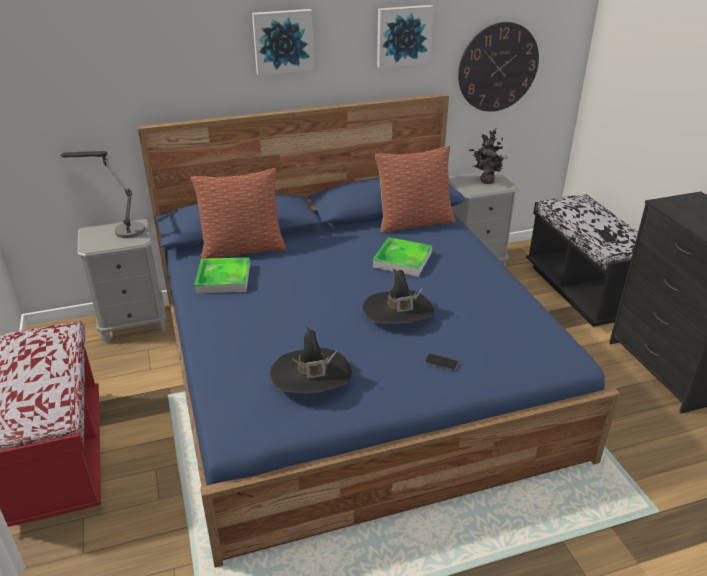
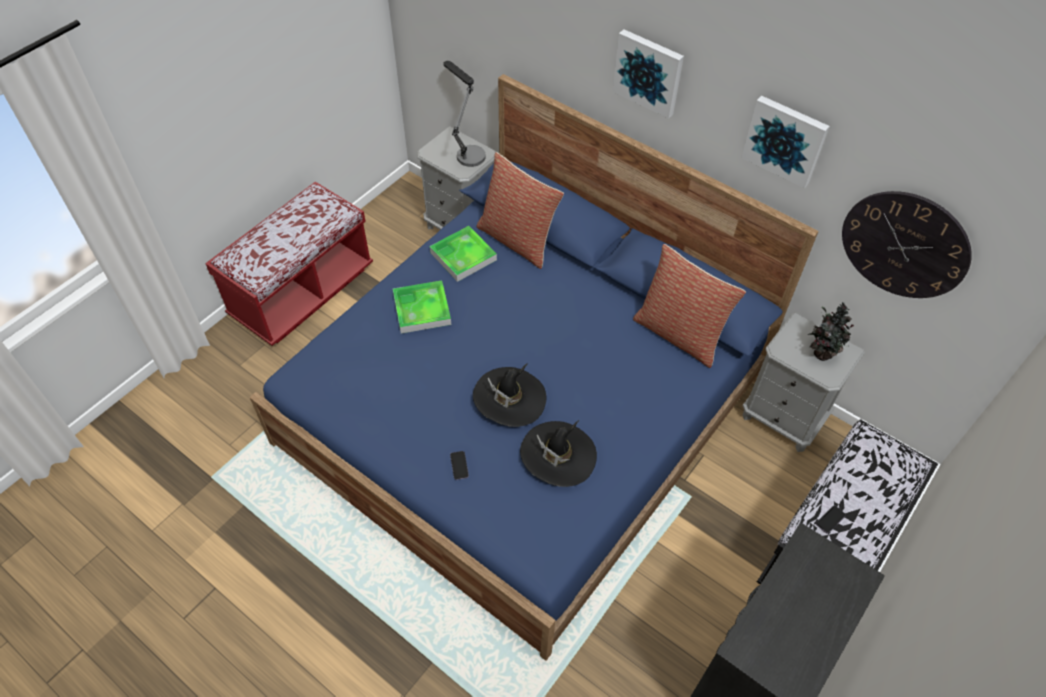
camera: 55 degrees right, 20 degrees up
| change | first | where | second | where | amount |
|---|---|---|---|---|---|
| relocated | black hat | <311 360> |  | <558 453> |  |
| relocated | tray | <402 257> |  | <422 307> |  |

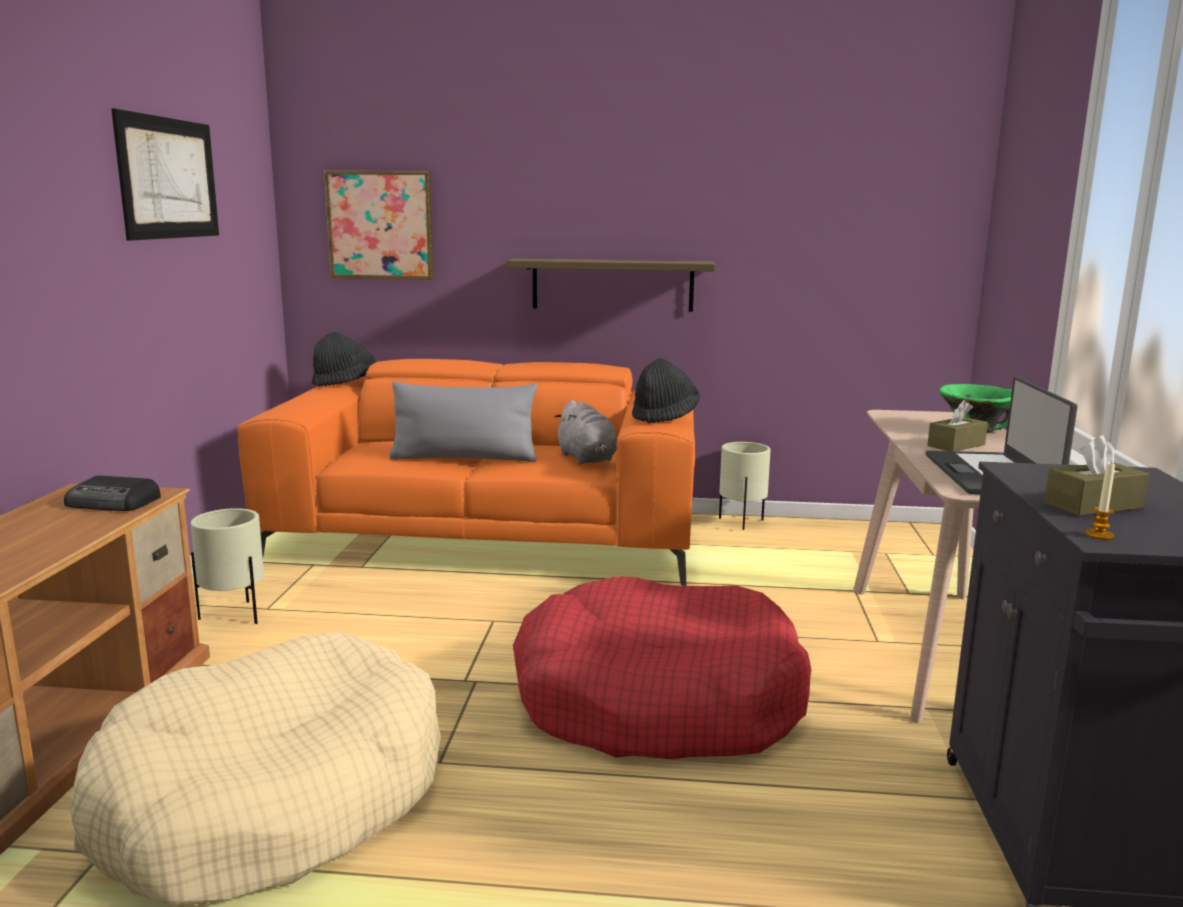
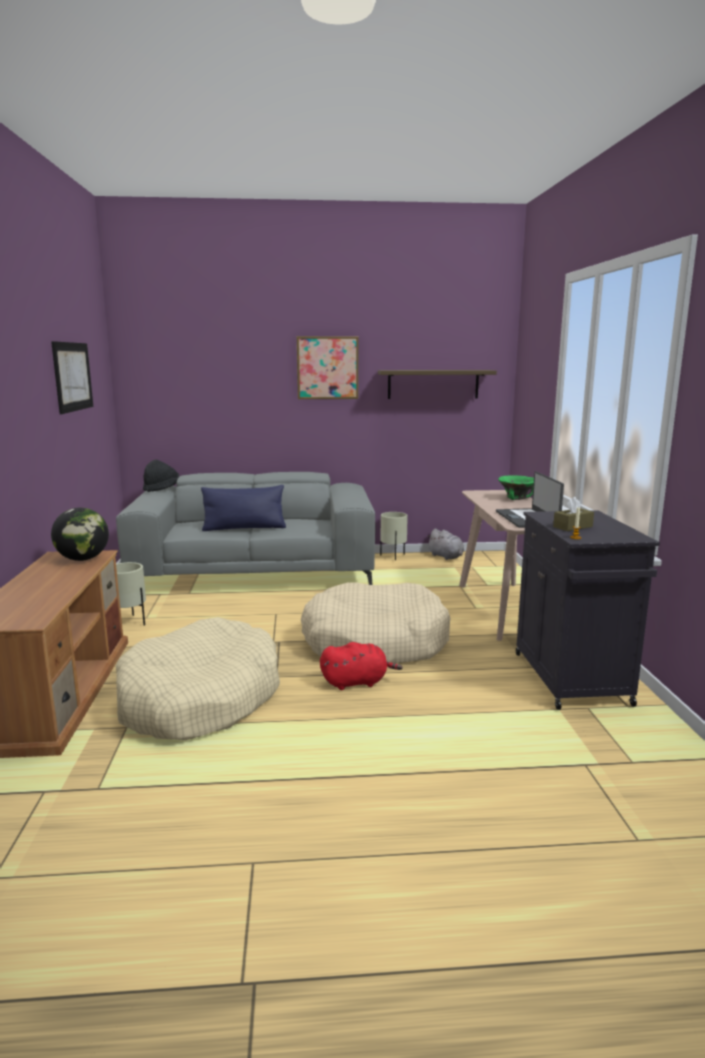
camera: 10 degrees left, 0 degrees up
| change | first | where | second | where | amount |
|---|---|---|---|---|---|
| exchanged | radio | <112 493> | globe | <80 534> |  |
| colour | orange sofa | <466 472> | grey sofa | <246 528> |  |
| relocated | picture | <379 225> |  | <327 367> |  |
| colour | grey pillow | <463 422> | blue pillow | <243 508> |  |
| relocated | shelf | <610 285> |  | <437 384> |  |
| colour | red dog bed | <662 667> | beige dog bed | <376 623> |  |
| relocated | grey plush toy | <586 432> |  | <445 544> |  |
| missing | black hat | <666 390> |  |  |  |
| missing | brown tissue box | <958 425> |  |  |  |
| appeared |  |  | red plush toy | <361 666> |  |

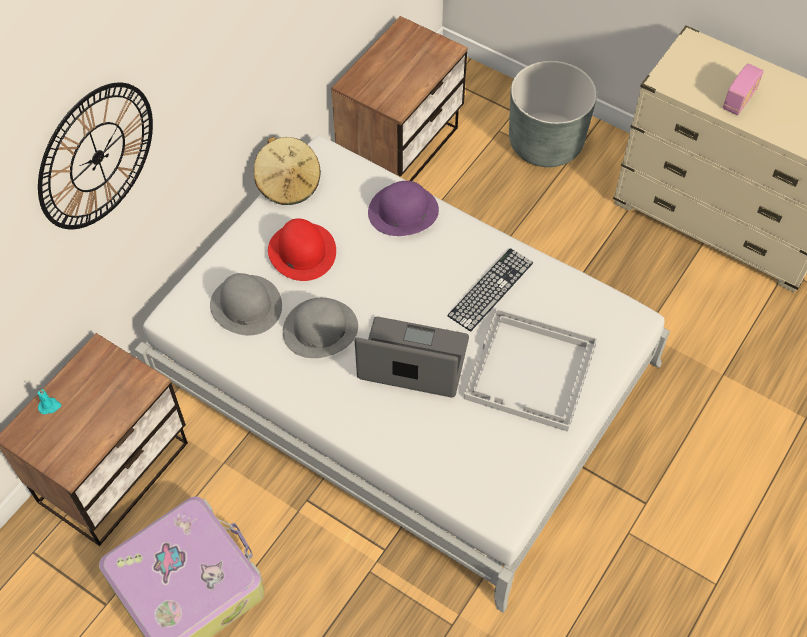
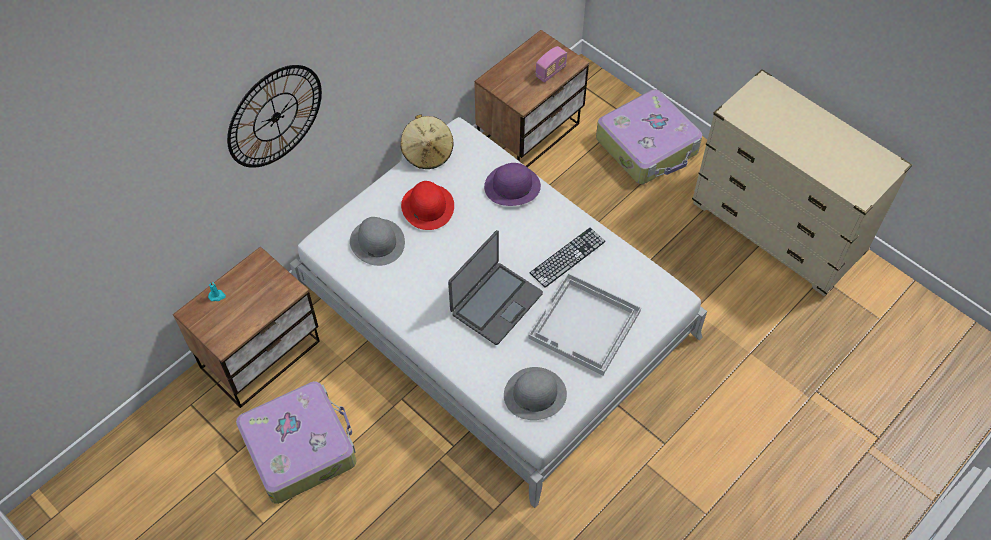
camera: 10 degrees right, 0 degrees up
| change | first | where | second | where | amount |
|---|---|---|---|---|---|
| relocated | grey hat | <320 328> |  | <535 393> |  |
| spun | laptop | <412 357> |  | <495 287> | 105 degrees clockwise |
| exchanged | grey planter | <553 114> | suitcase | <649 136> |  |
| relocated | radio | <743 89> |  | <551 64> |  |

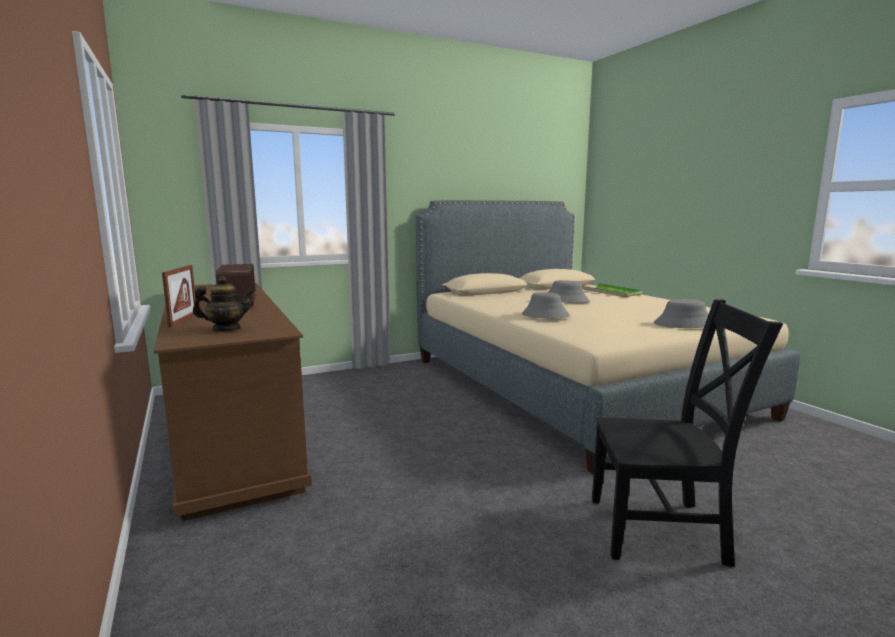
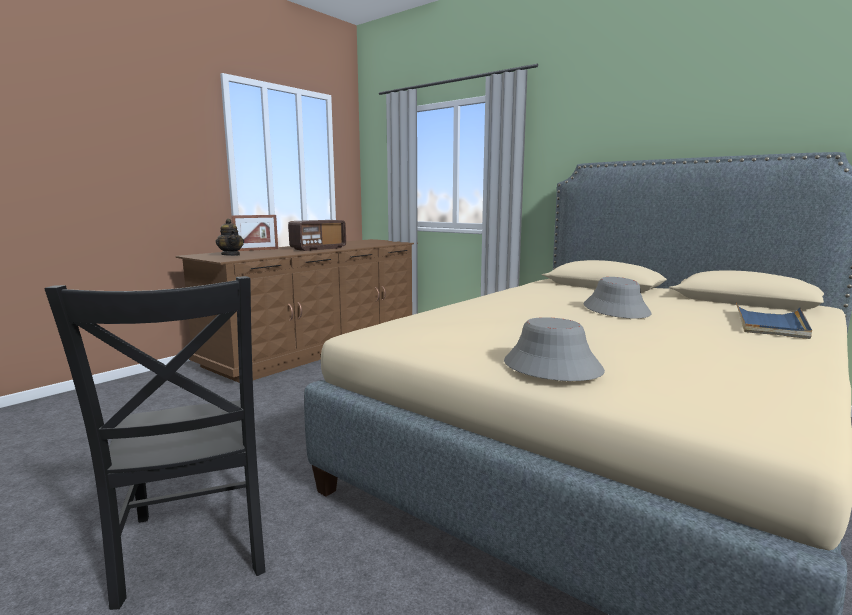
camera: 65 degrees right, 0 degrees up
| change | first | where | second | where | amount |
|---|---|---|---|---|---|
| missing | grey hat | <546 305> |  |  |  |
| colour | green tray | <612 290> | blue tray | <774 320> |  |

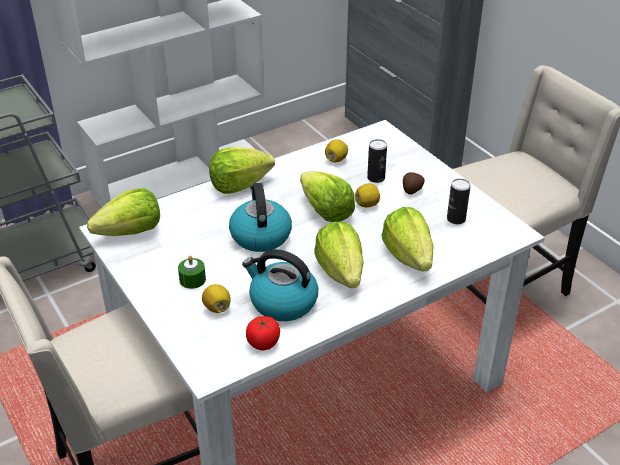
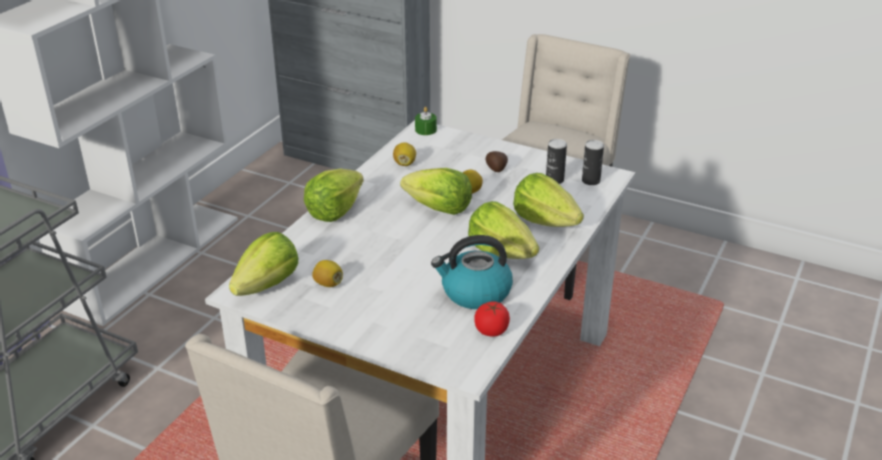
camera: 30 degrees left, 5 degrees down
| change | first | where | second | where | amount |
|---|---|---|---|---|---|
| relocated | green candle | <192 272> |  | <426 121> |  |
| relocated | lemon | <216 298> |  | <327 273> |  |
| missing | kettle | <260 217> |  |  |  |
| relocated | can | <377 161> |  | <593 162> |  |

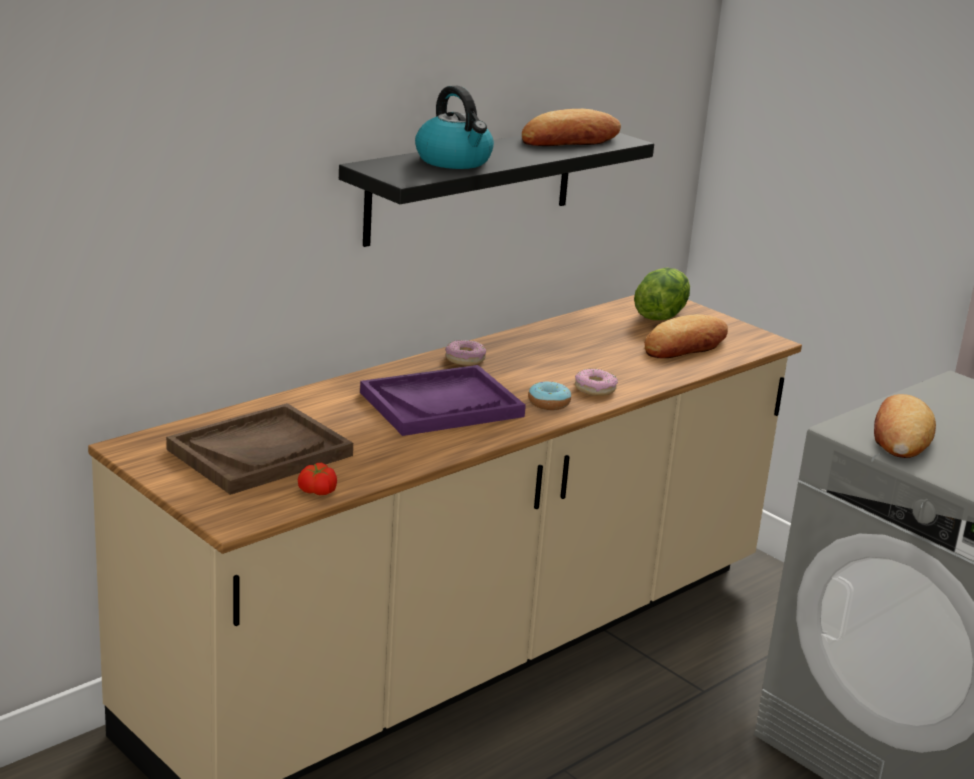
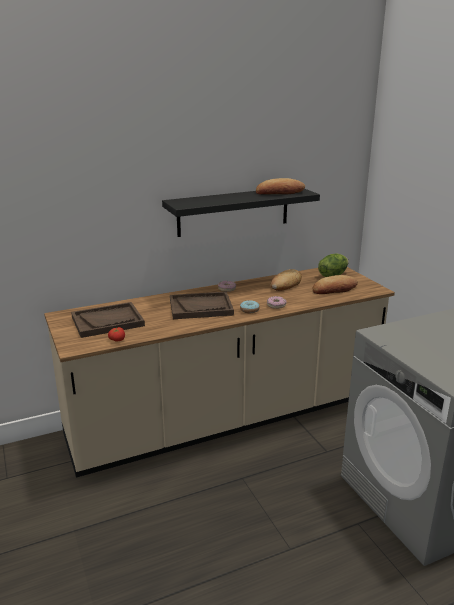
camera: 20 degrees right, 0 degrees up
| change | first | where | second | where | amount |
|---|---|---|---|---|---|
| colour | purple tray | <443 400> | brown tray | <202 305> |  |
| missing | kettle | <454 127> |  |  |  |
| relocated | bread | <905 426> |  | <286 280> |  |

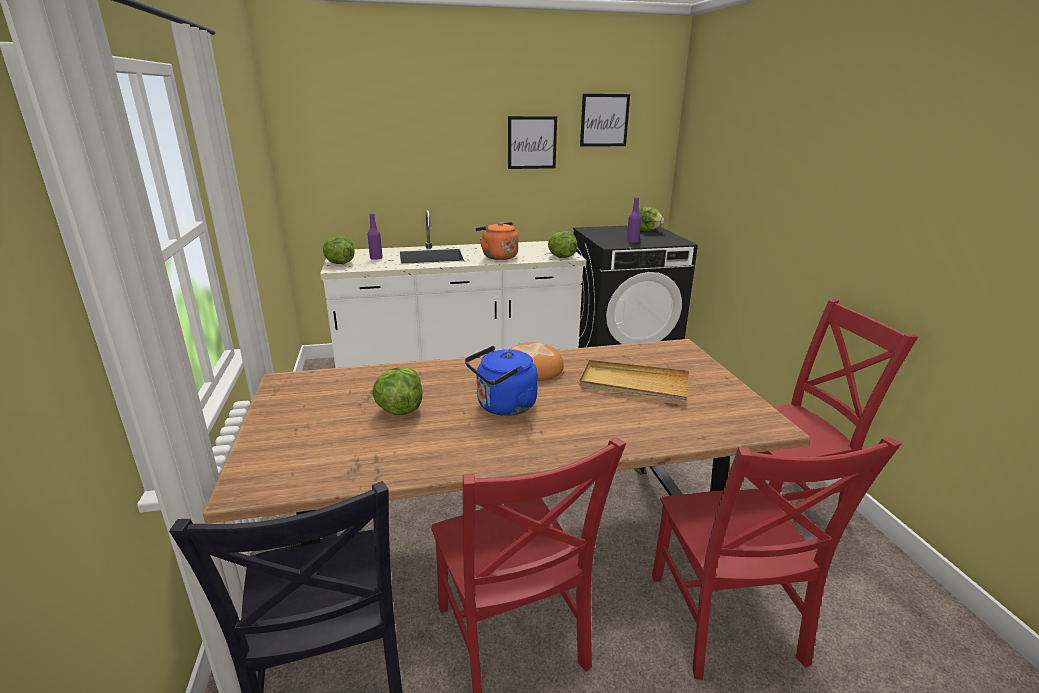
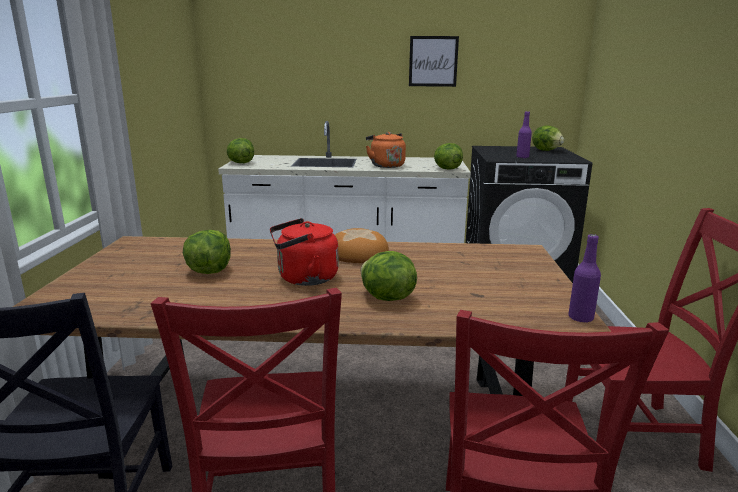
camera: 15 degrees right, 5 degrees down
| change | first | where | second | where | amount |
|---|---|---|---|---|---|
| relocated | purple bottle | <375 236> |  | <584 278> |  |
| colour | blue kettle | <501 381> | red kettle | <304 252> |  |
| missing | beige tray | <634 380> |  |  |  |
| missing | picture | <605 120> |  |  |  |
| appeared |  |  | lettuce | <389 276> |  |

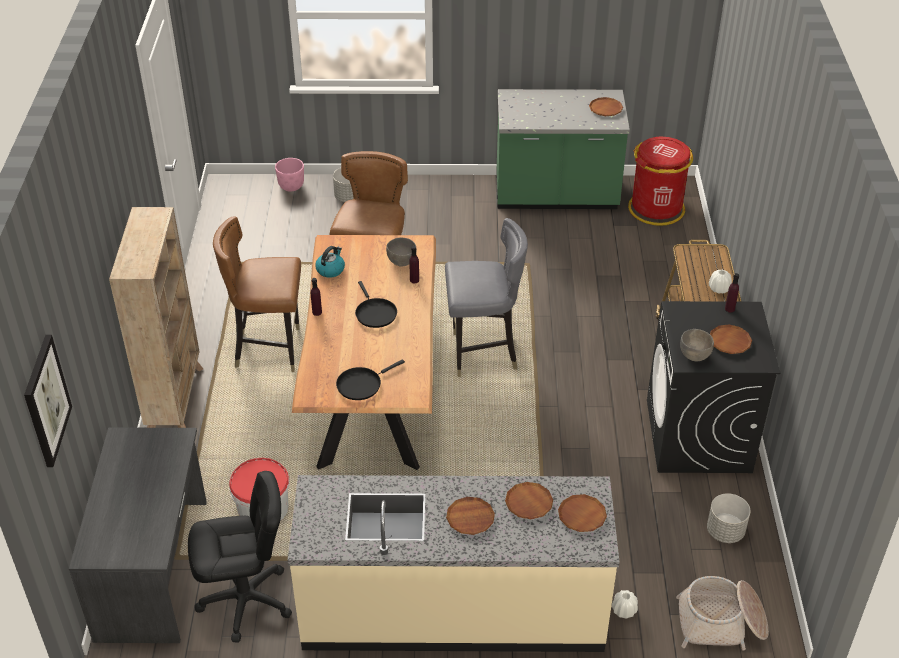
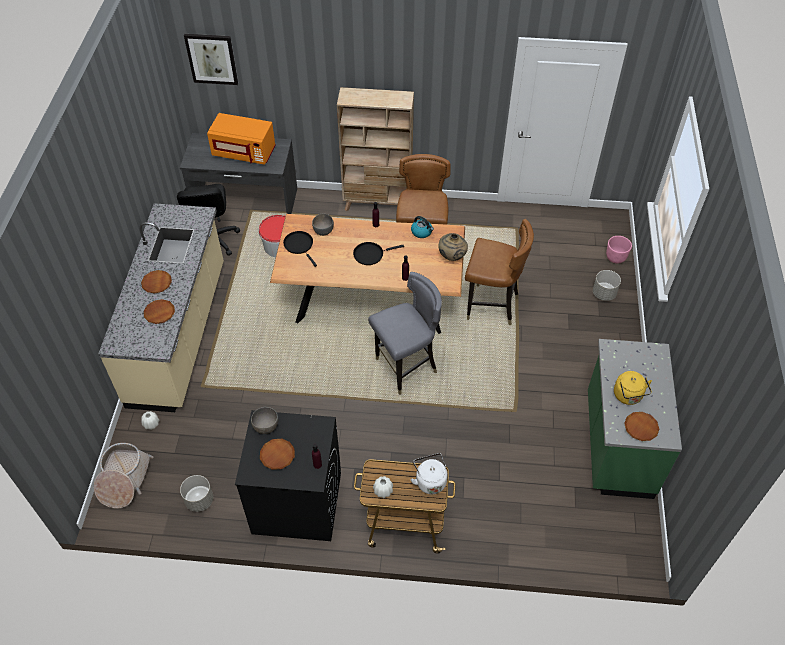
camera: 95 degrees right, 10 degrees up
| change | first | where | second | where | amount |
|---|---|---|---|---|---|
| relocated | grey bowl | <401 252> |  | <323 225> |  |
| spun | grey chair | <486 297> |  | <405 333> | 120 degrees counterclockwise |
| missing | brown plate | <582 513> |  |  |  |
| missing | red trash can | <660 181> |  |  |  |
| appeared |  |  | orange microwave | <241 139> |  |
| appeared |  |  | white kettle | <429 473> |  |
| appeared |  |  | beige vase | <453 247> |  |
| appeared |  |  | yellow kettle | <633 388> |  |

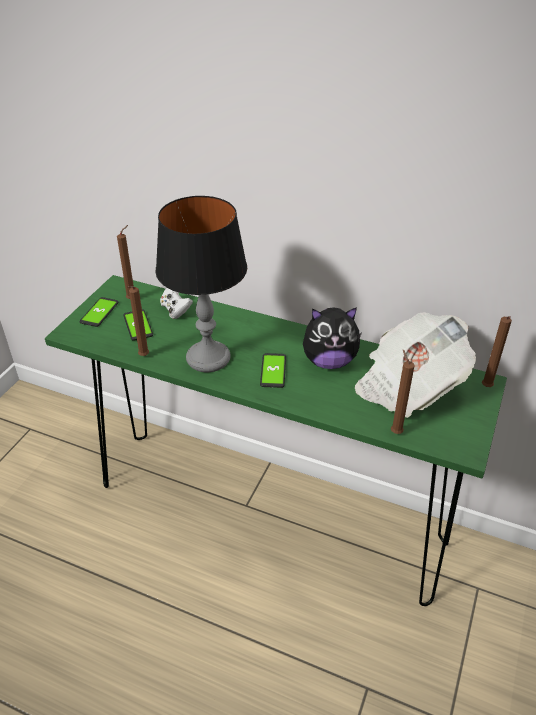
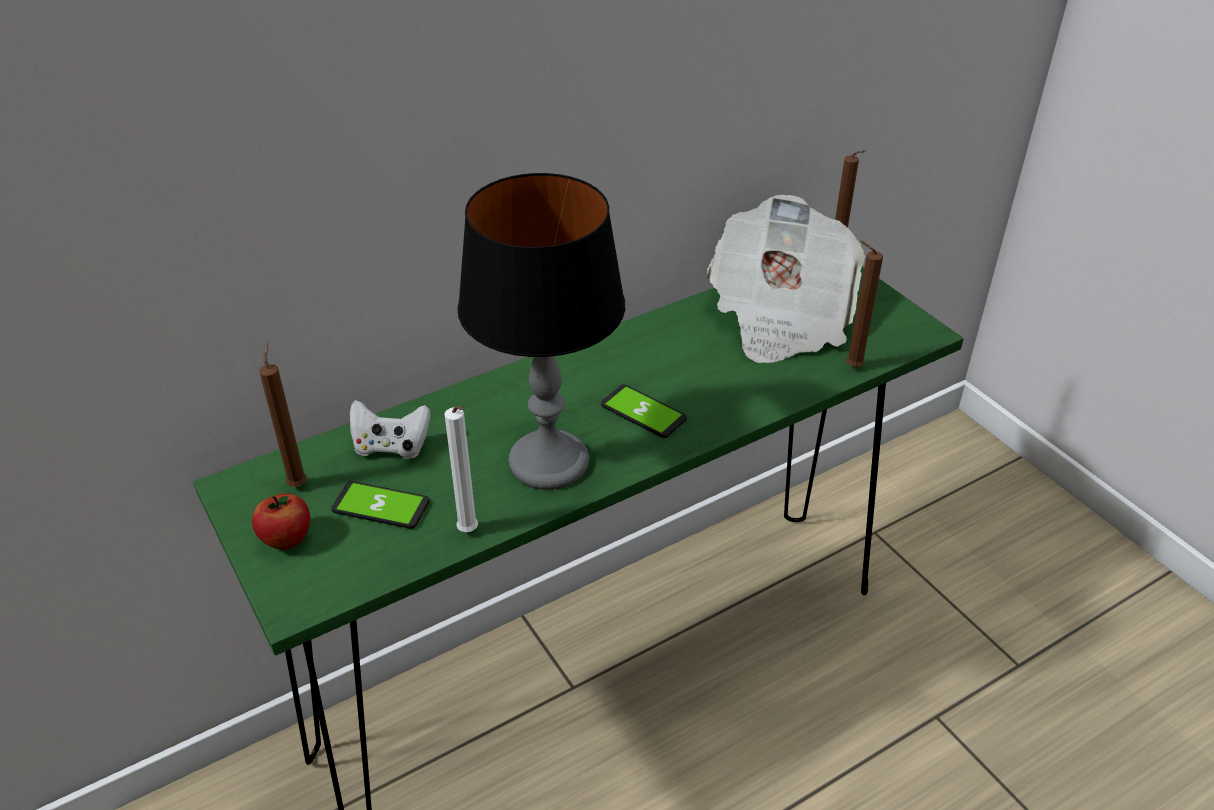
camera: 55 degrees left, 0 degrees up
| change | first | where | second | where | amount |
|---|---|---|---|---|---|
| exchanged | phone | <99 312> | apple | <281 521> |  |
| colour | brown candle | <138 321> | white candle | <461 469> |  |
| missing | plush toy | <332 338> |  |  |  |

